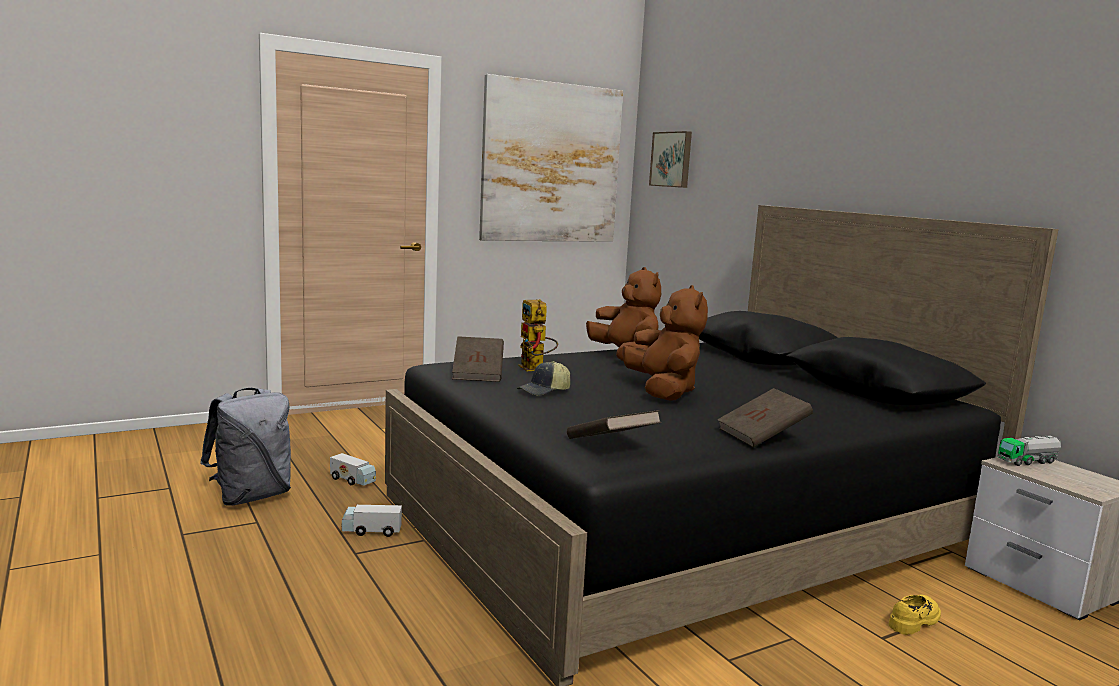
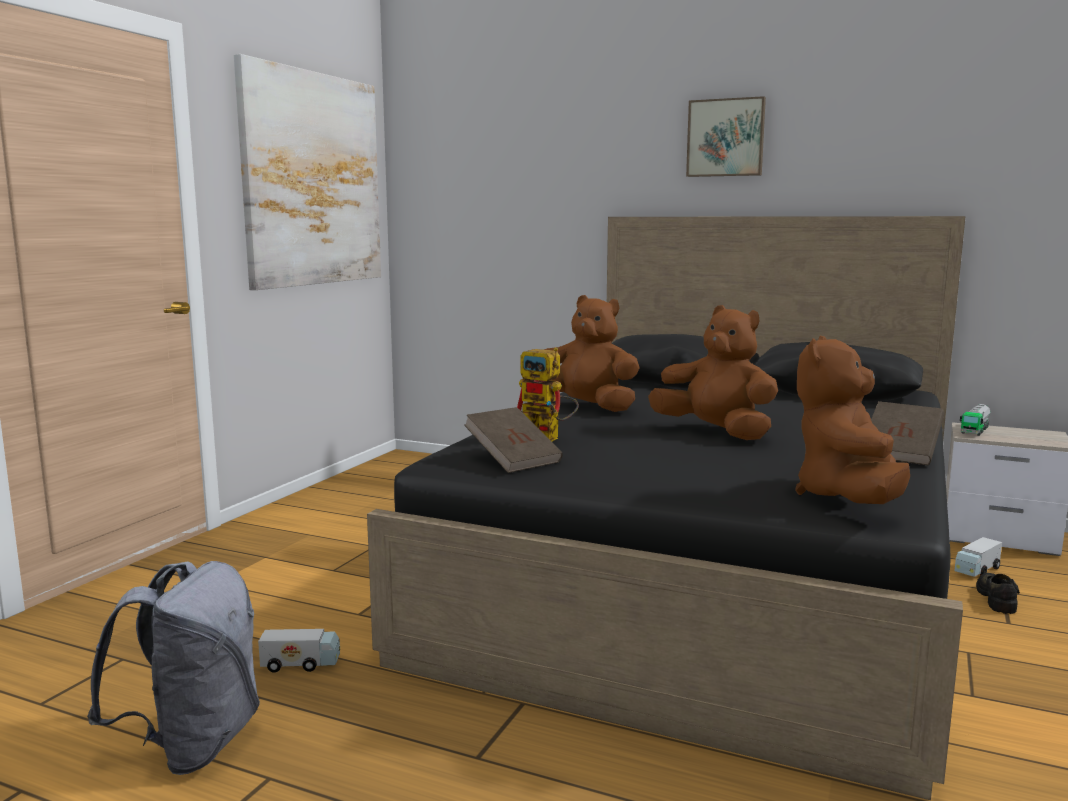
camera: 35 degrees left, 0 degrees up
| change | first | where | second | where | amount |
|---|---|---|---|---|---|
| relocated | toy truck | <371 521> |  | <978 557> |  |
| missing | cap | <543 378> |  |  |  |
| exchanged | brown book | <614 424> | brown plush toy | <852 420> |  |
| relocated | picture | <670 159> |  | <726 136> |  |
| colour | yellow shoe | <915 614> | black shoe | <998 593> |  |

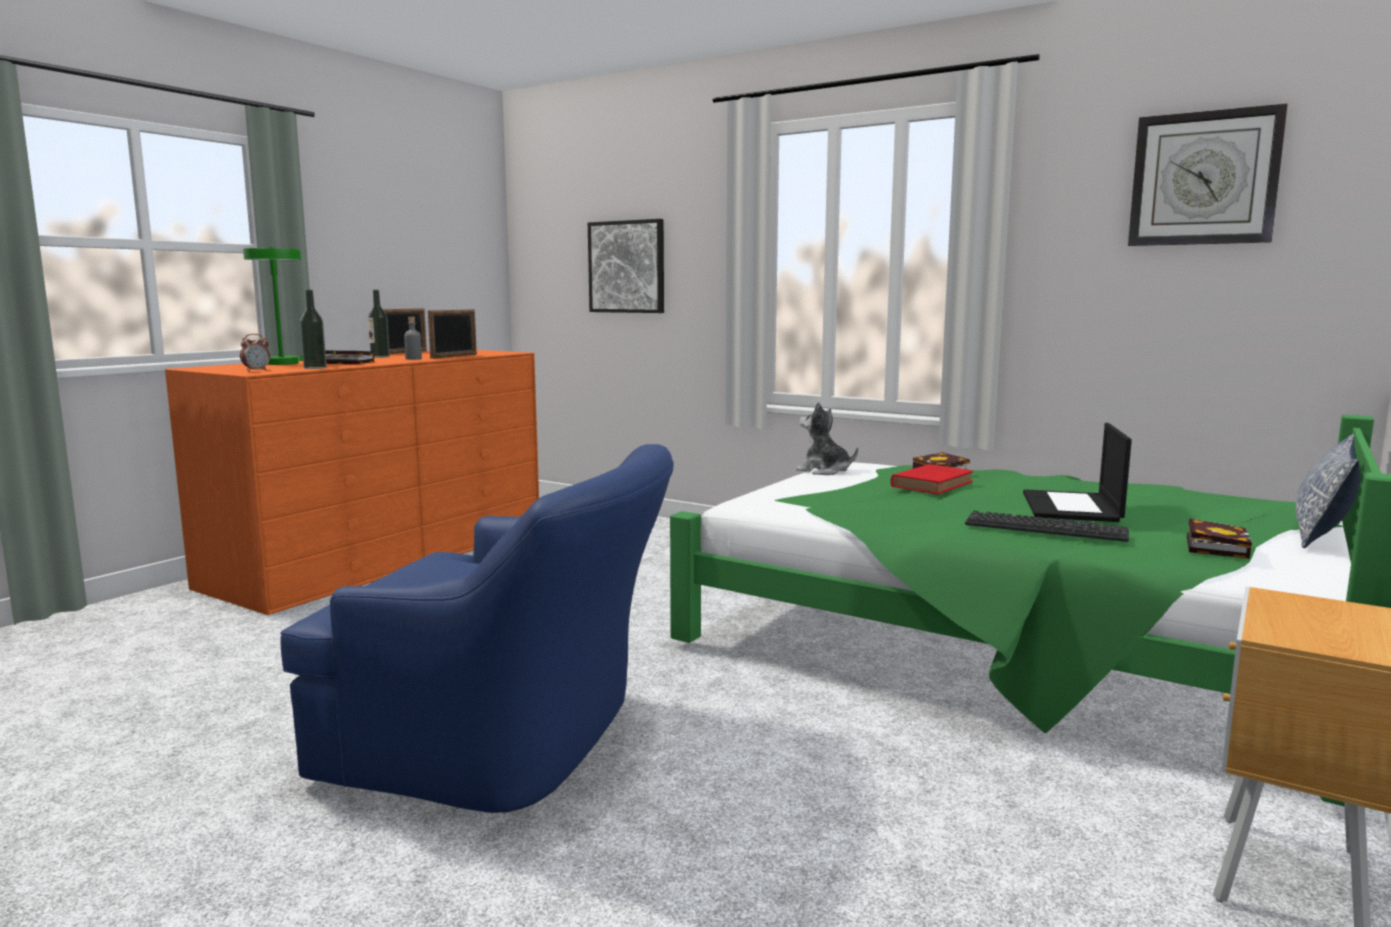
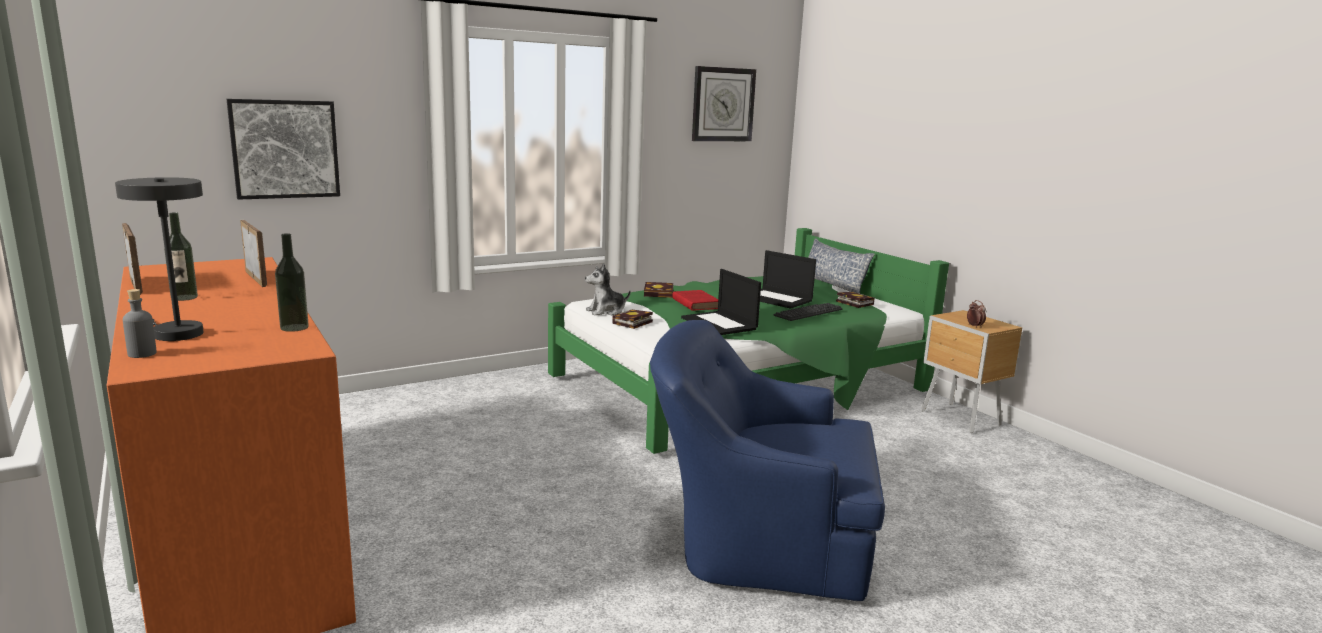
camera: 65 degrees left, 5 degrees up
| change | first | where | second | where | amount |
|---|---|---|---|---|---|
| relocated | alarm clock | <255 352> |  | <976 314> |  |
| colour | green table lamp | <273 306> | grey table lamp | <159 259> |  |
| spun | blue armchair | <477 628> |  | <767 460> | 120 degrees counterclockwise |
| relocated | book | <349 357> |  | <632 319> |  |
| relocated | grey bottle | <413 338> |  | <140 323> |  |
| appeared |  |  | laptop | <721 302> |  |

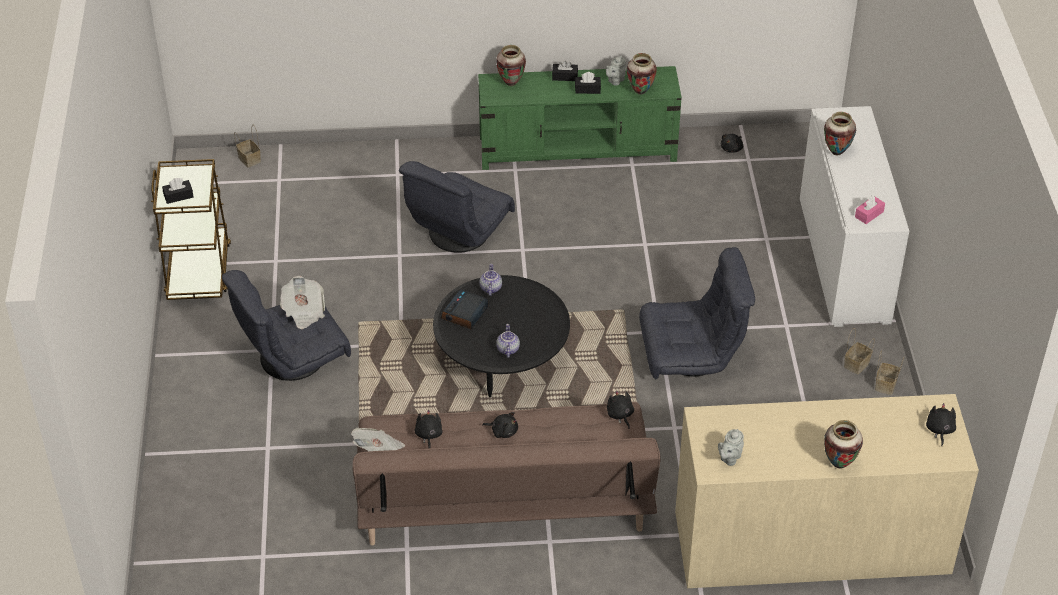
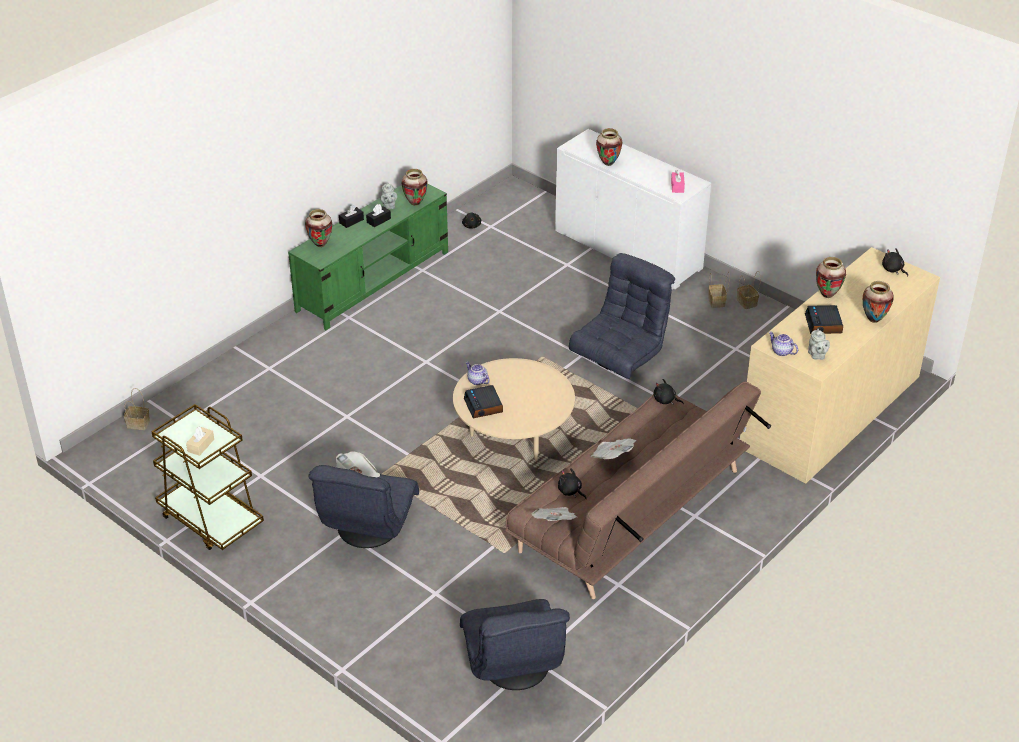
camera: 45 degrees left, 5 degrees down
| change | first | where | second | where | amount |
|---|---|---|---|---|---|
| colour | black tissue box | <177 191> | beige tissue box | <200 441> |  |
| relocated | grey armchair | <457 207> |  | <515 644> |  |
| colour | black coffee table | <501 336> | beige coffee table | <514 409> |  |
| exchanged | black plush toy | <500 425> | newspaper | <613 448> |  |
| relocated | teapot | <508 341> |  | <783 344> |  |
| appeared |  |  | alarm clock | <824 319> |  |
| appeared |  |  | vase | <831 277> |  |

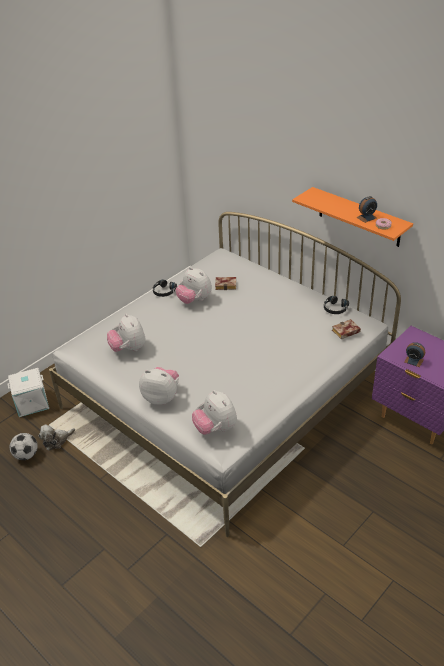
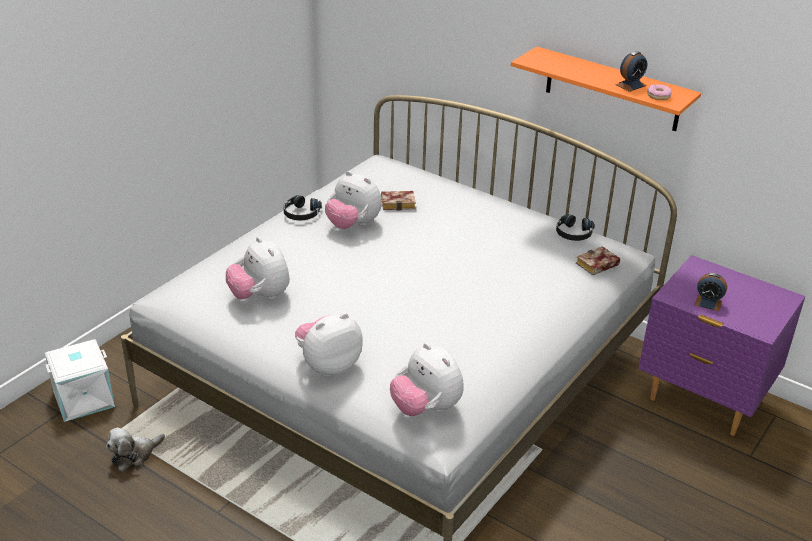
camera: 10 degrees left, 5 degrees down
| change | first | where | second | where | amount |
|---|---|---|---|---|---|
| missing | football | <24 446> |  |  |  |
| spun | plush toy | <159 386> |  | <329 345> | 45 degrees counterclockwise |

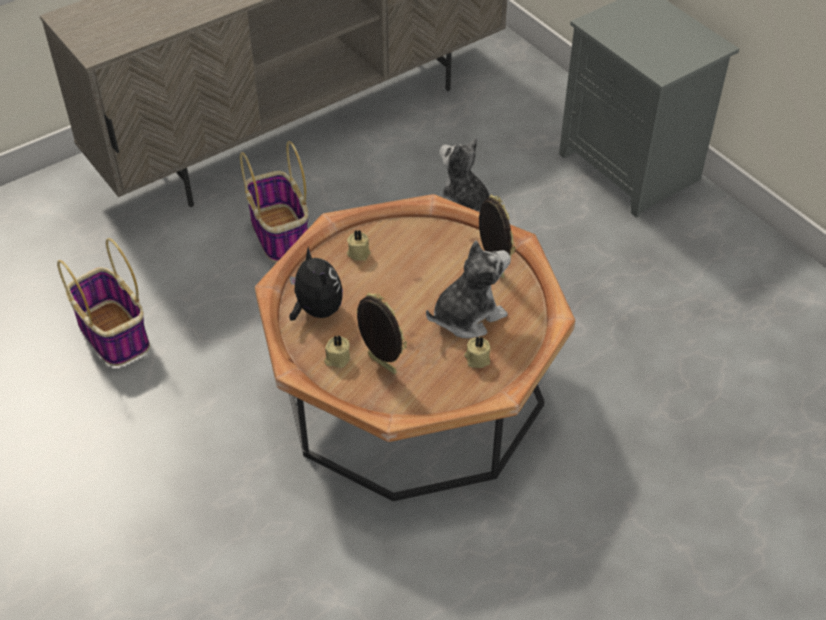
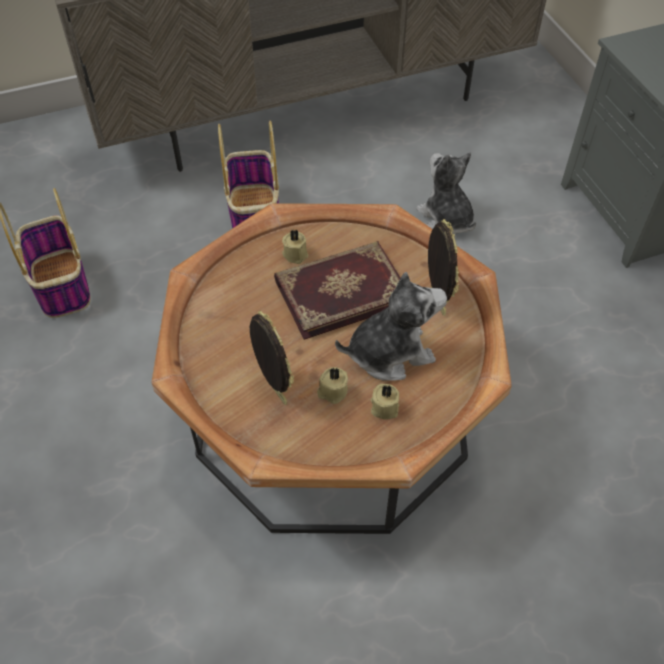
camera: 15 degrees right, 5 degrees up
| change | first | where | second | where | amount |
|---|---|---|---|---|---|
| missing | plush toy | <316 283> |  |  |  |
| relocated | beige candle | <337 351> |  | <332 385> |  |
| appeared |  |  | book | <337 290> |  |

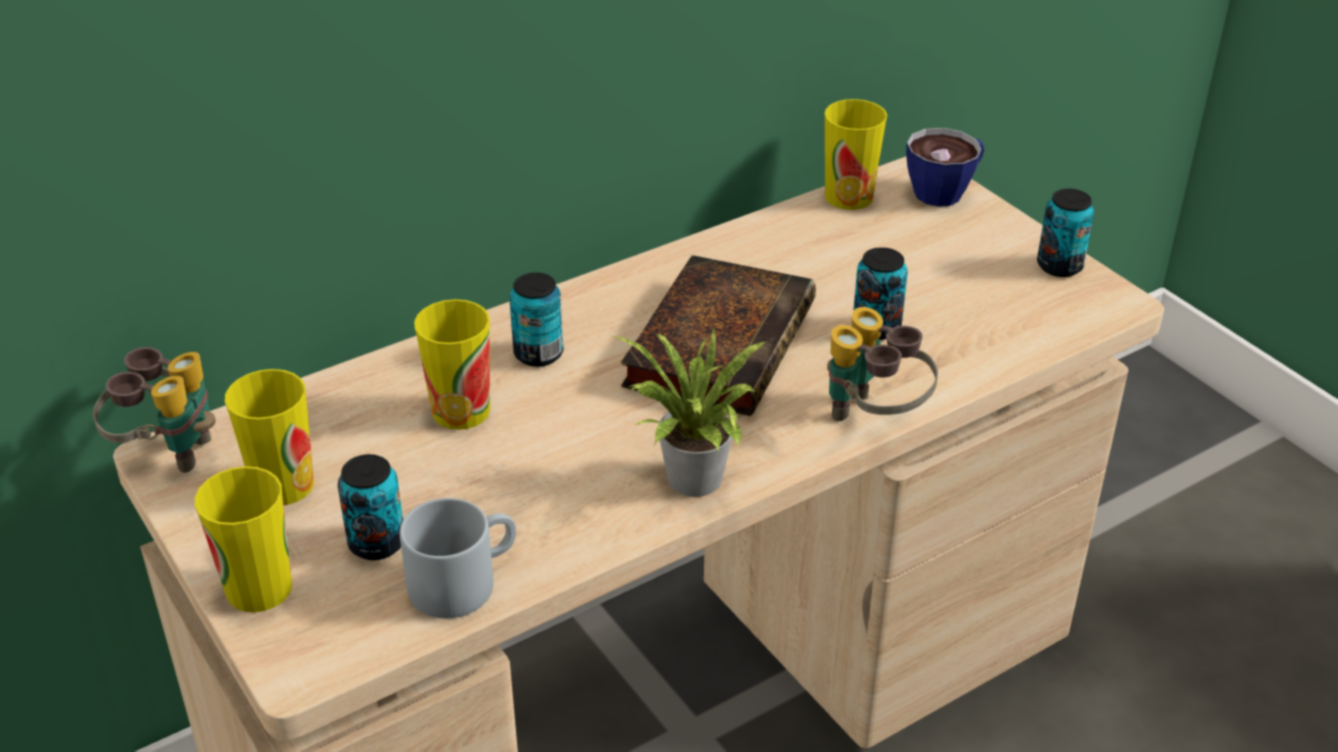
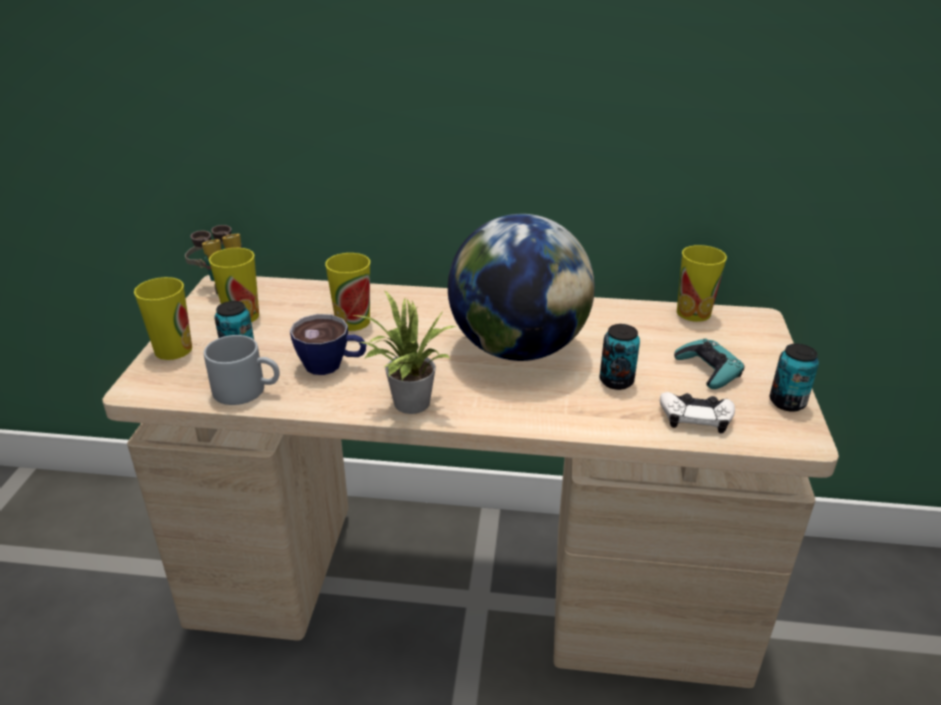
camera: 40 degrees right, 5 degrees down
| change | first | where | second | where | amount |
|---|---|---|---|---|---|
| missing | can | <536 319> |  |  |  |
| exchanged | book | <718 335> | globe | <521 287> |  |
| missing | binoculars | <882 364> |  |  |  |
| relocated | cup | <945 167> |  | <328 344> |  |
| appeared |  |  | white game controller | <697 412> |  |
| appeared |  |  | turquoise game controller | <709 364> |  |

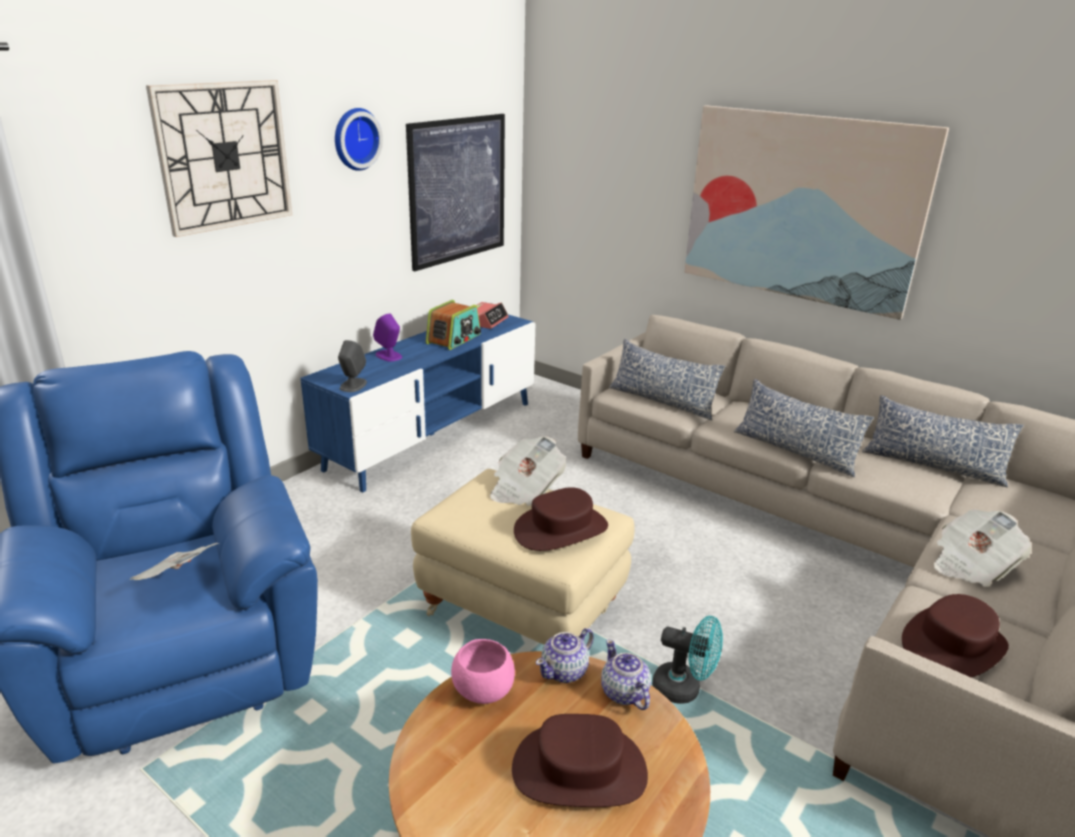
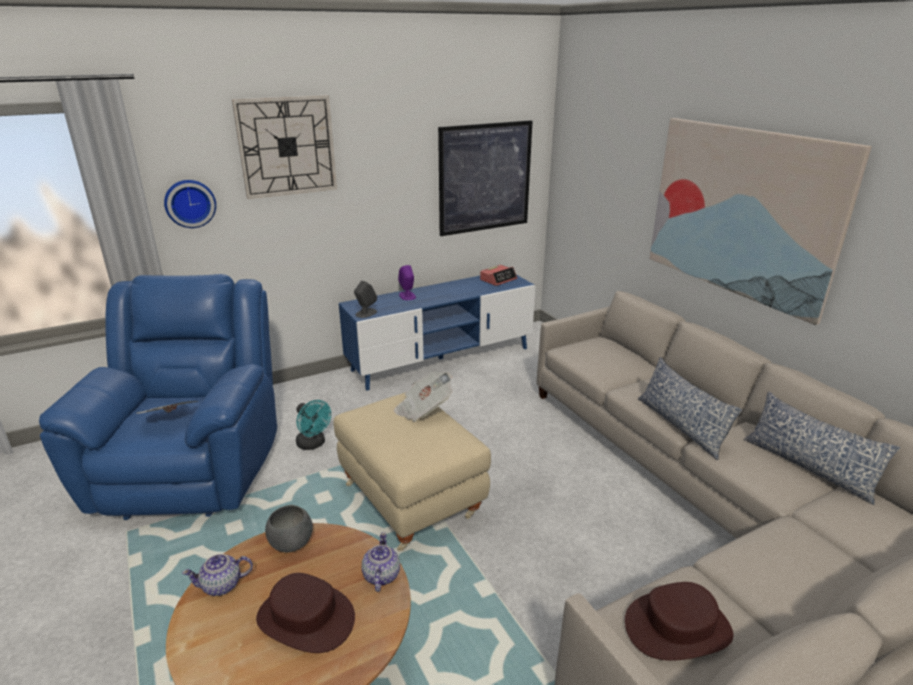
camera: 25 degrees right, 0 degrees up
| change | first | where | second | where | amount |
|---|---|---|---|---|---|
| relocated | wall clock | <359 139> |  | <190 204> |  |
| missing | radio | <453 325> |  |  |  |
| colour | pink bowl | <483 671> | grey bowl | <289 528> |  |
| missing | brown hat | <561 519> |  |  |  |
| relocated | teapot | <565 655> |  | <217 575> |  |
| missing | pillow | <667 379> |  |  |  |
| relocated | turquoise fan | <687 660> |  | <313 425> |  |
| missing | newspaper | <982 548> |  |  |  |

